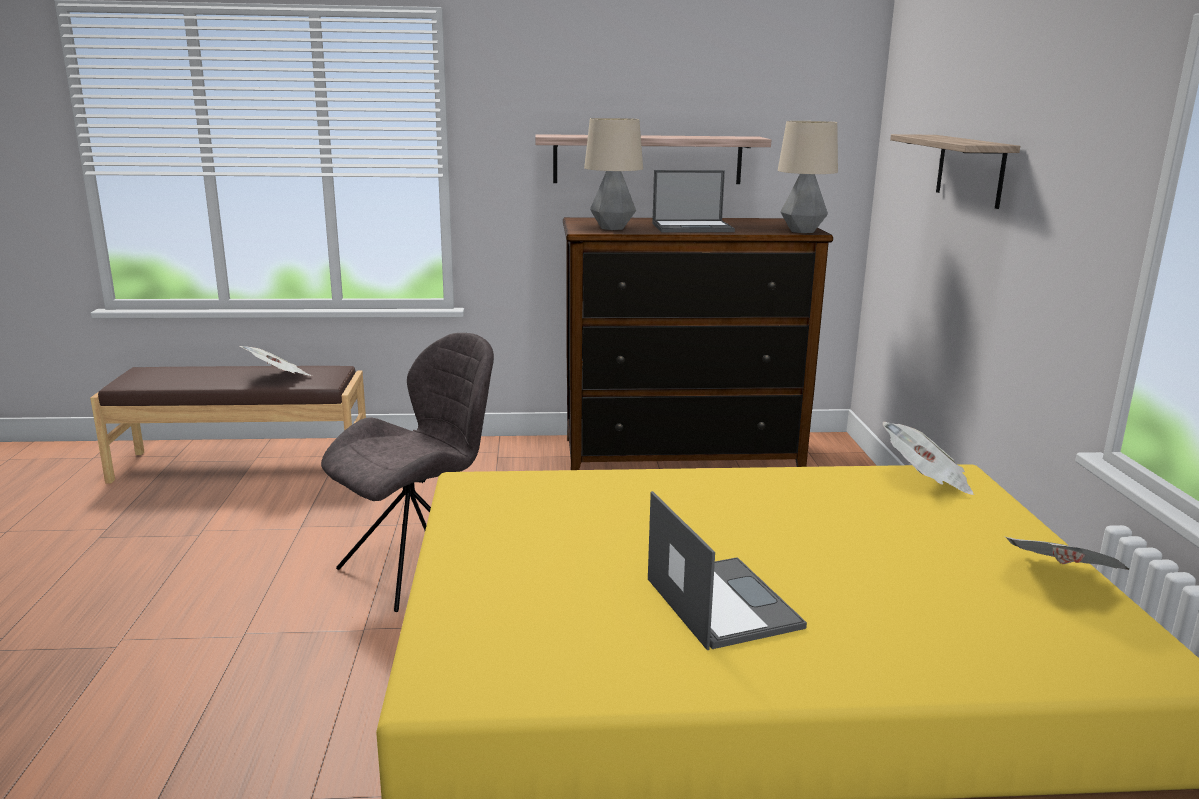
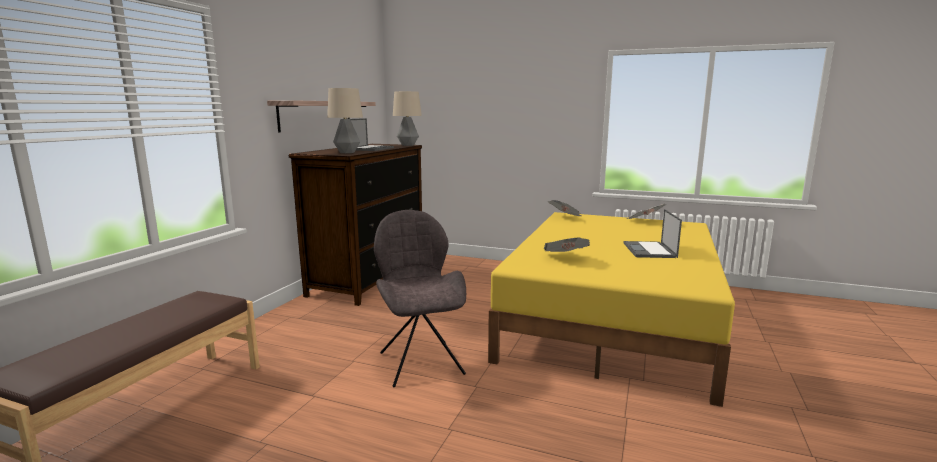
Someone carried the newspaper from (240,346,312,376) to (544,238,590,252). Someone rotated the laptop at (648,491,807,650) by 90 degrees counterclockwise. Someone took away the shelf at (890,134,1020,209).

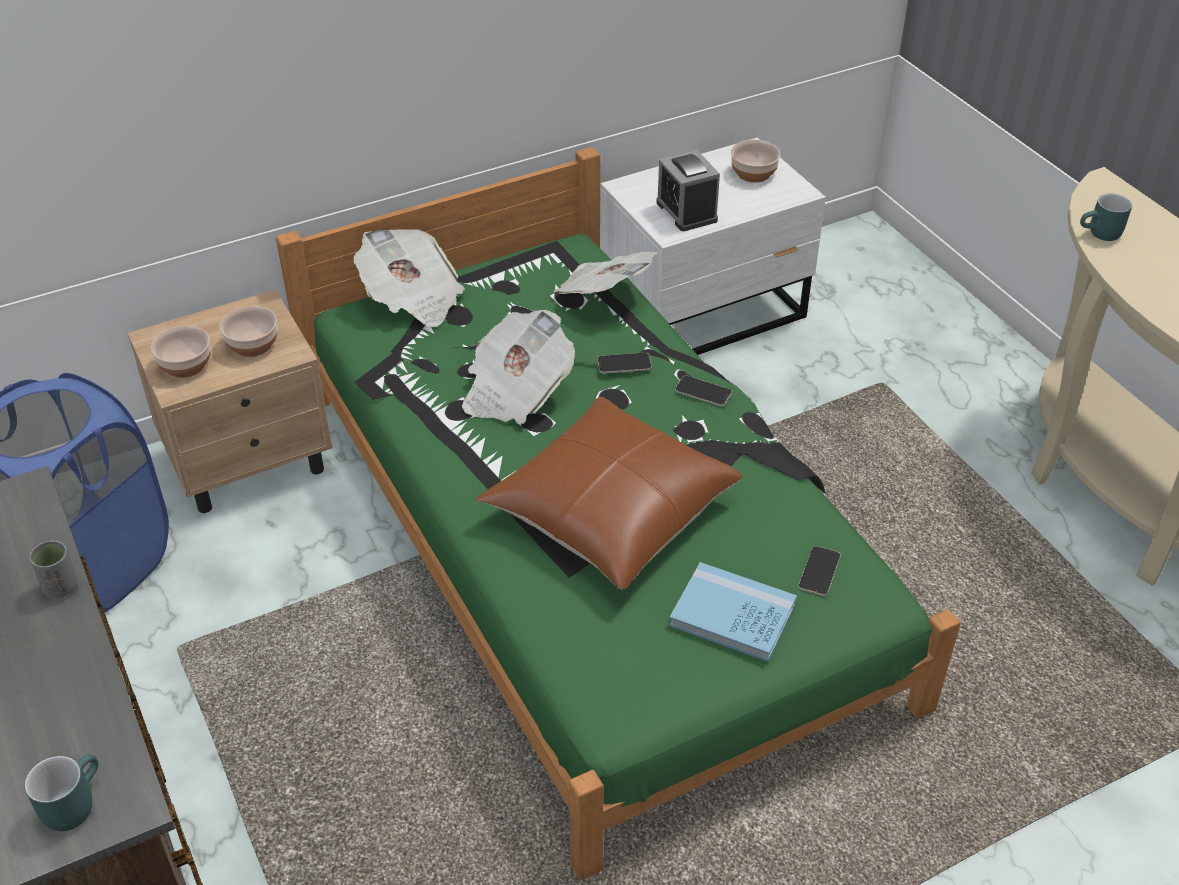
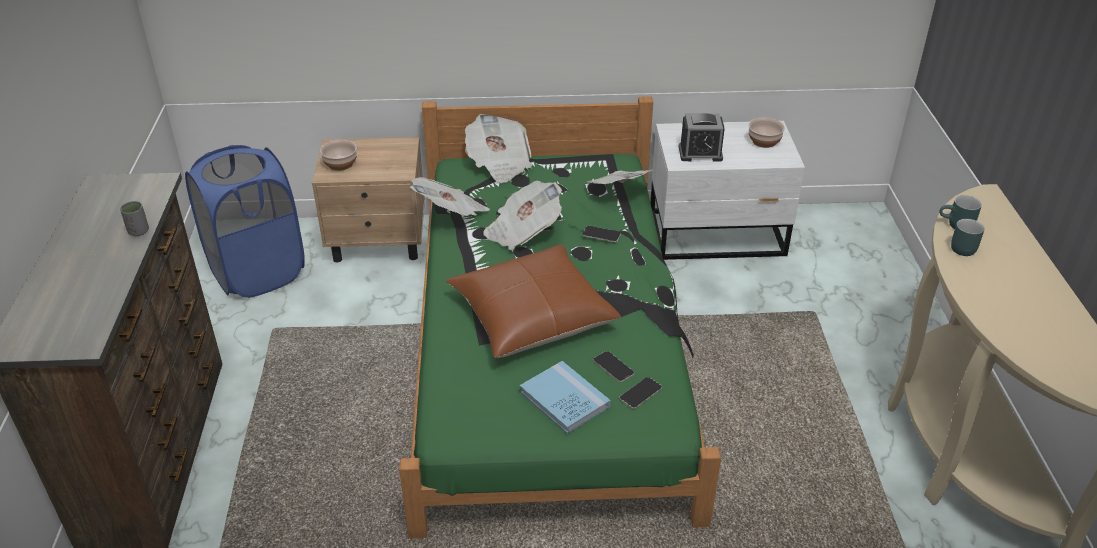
Someone put down the newspaper at (410,177,490,216). Someone carried the phone from (675,376,732,406) to (593,351,634,382). Someone rotated the alarm clock at (656,150,720,231) by 90 degrees counterclockwise. Someone carried the turquoise mug from (24,754,98,831) to (951,219,984,256). Someone took away the bowl at (219,306,277,357).

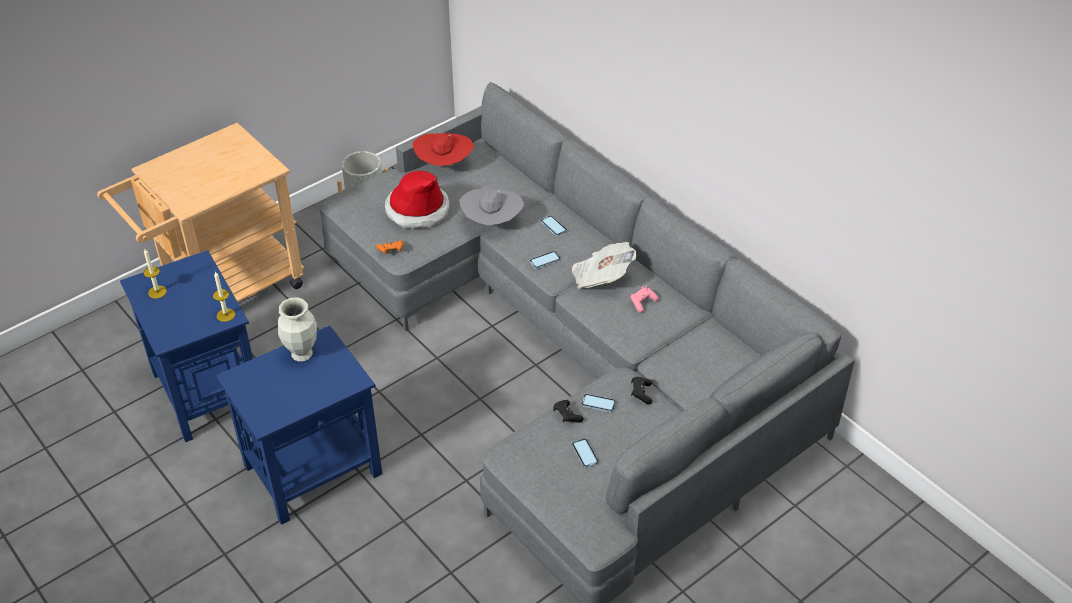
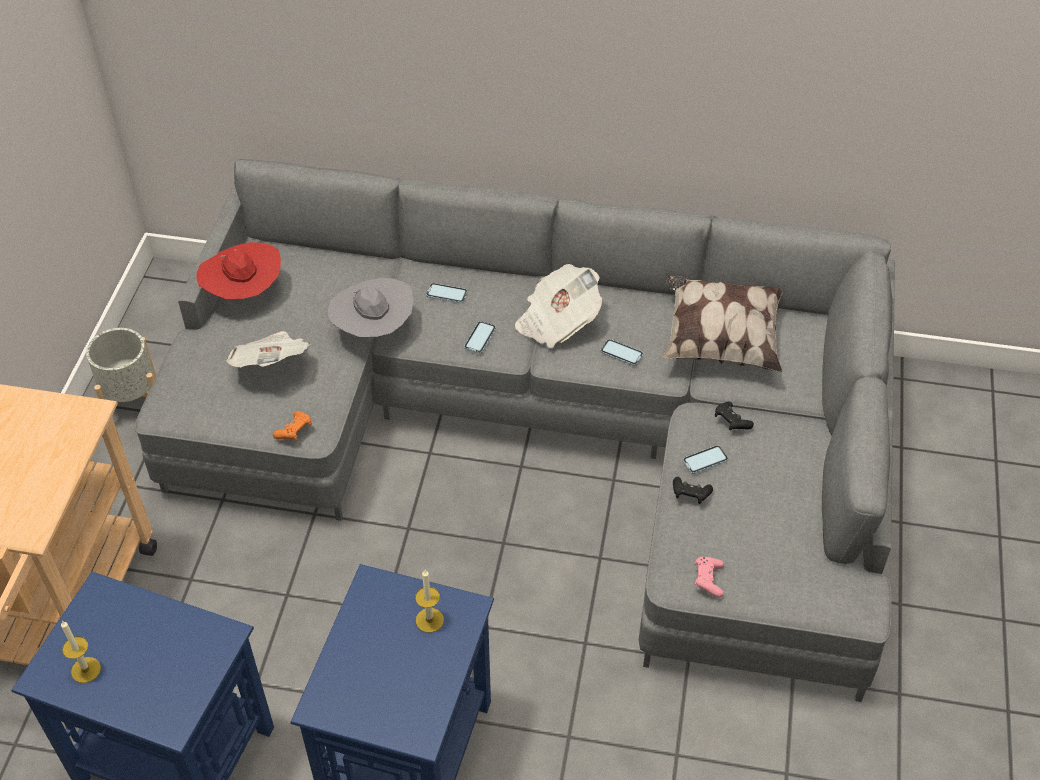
Someone swapped the hat at (385,171,449,229) for the newspaper at (227,331,311,367). Someone carried the candle from (213,271,235,322) to (415,570,444,633). Someone carried the phone from (572,438,599,468) to (600,339,643,366). Someone put down the pillow at (662,276,783,372). Someone carried the pink game controller from (630,286,659,313) to (694,557,724,598). Someone took away the vase at (278,297,317,362).

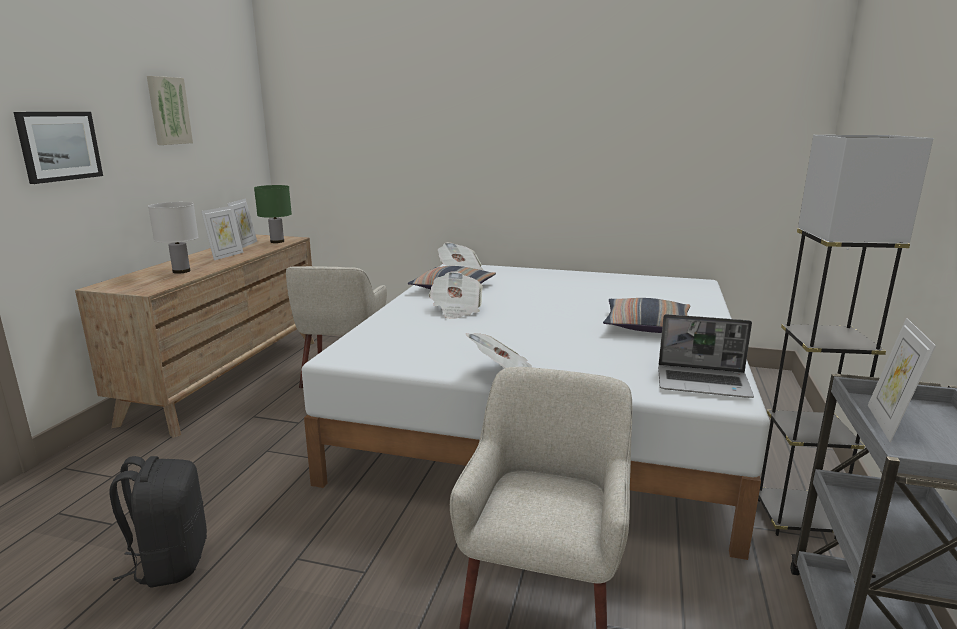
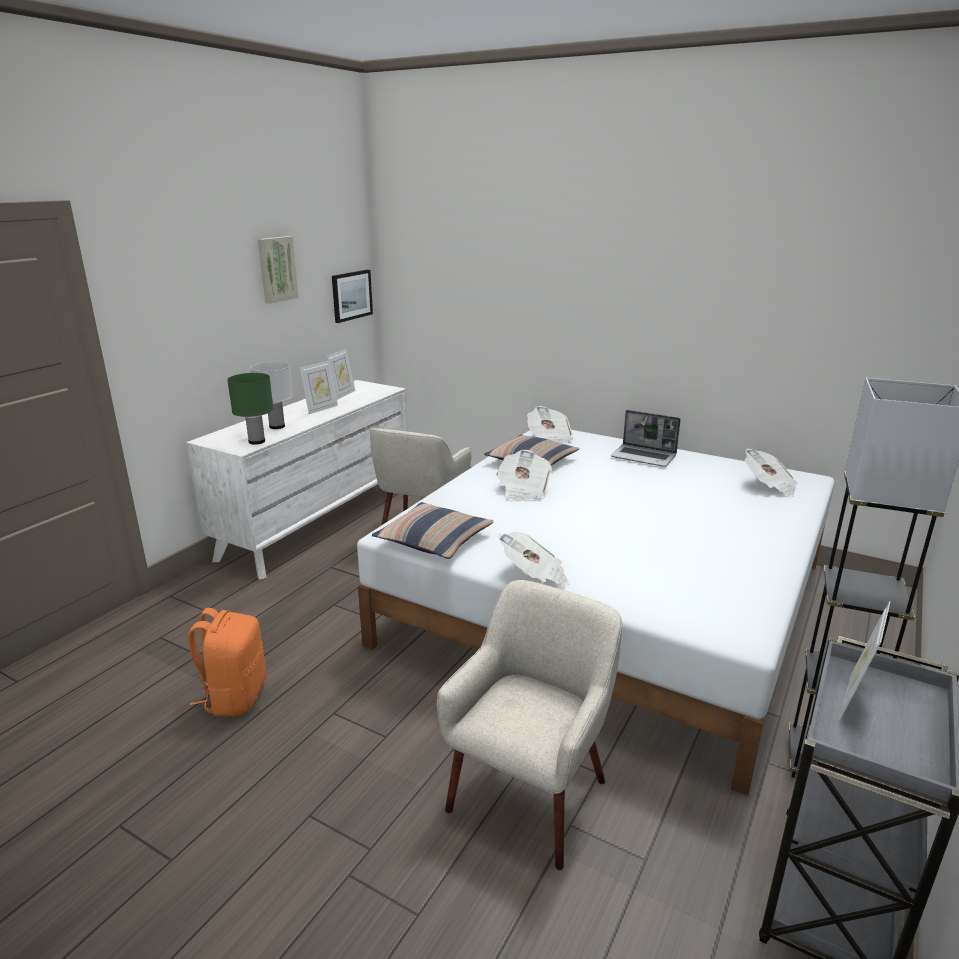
Someone repainted the brown dresser at (75,234,314,438), which became the white dresser at (186,380,408,580). Someone repainted the black backpack at (110,456,207,588), which became the orange backpack at (188,608,266,717). Someone carried the green table lamp from (254,185,292,243) to (227,373,274,444). Someone carried the picture from (14,112,103,184) to (332,270,373,323). Someone carried the pillow from (603,298,691,333) to (372,502,494,559). Someone carried the laptop from (658,314,754,398) to (611,410,681,467). Someone put down the newspaper at (745,448,798,497).

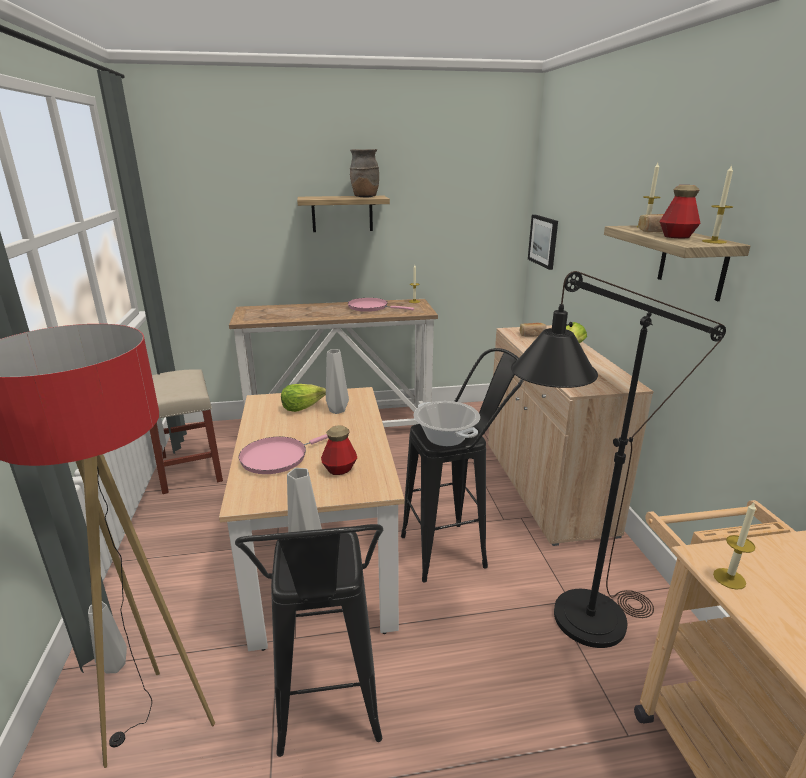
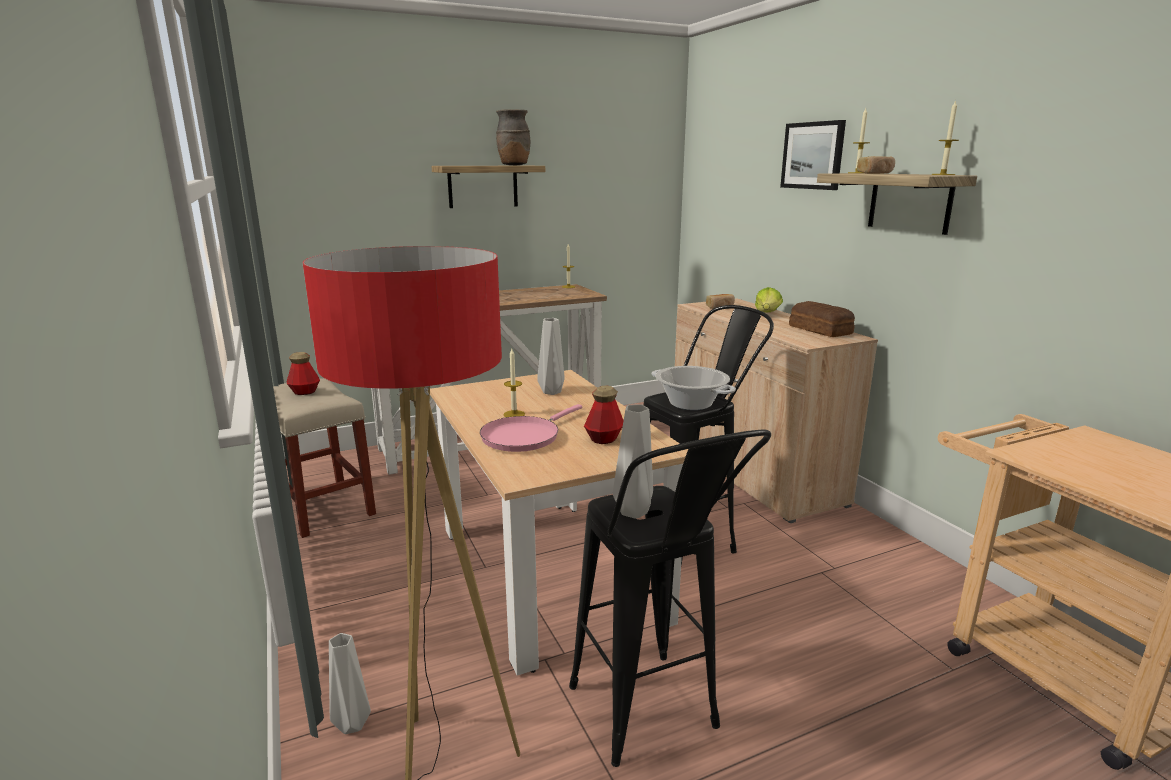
Someone carried the bottle from (660,185,701,238) to (287,352,320,395). Someone carried the candle from (713,502,756,590) to (504,349,525,417). Someone carried the picture from (528,214,558,270) to (780,120,846,190). Someone put down the bread at (789,301,855,337). Someone took away the lettuce at (281,384,326,412). Someone took away the pink frying pan at (348,298,414,312). Someone took away the black floor lamp at (511,271,726,648).

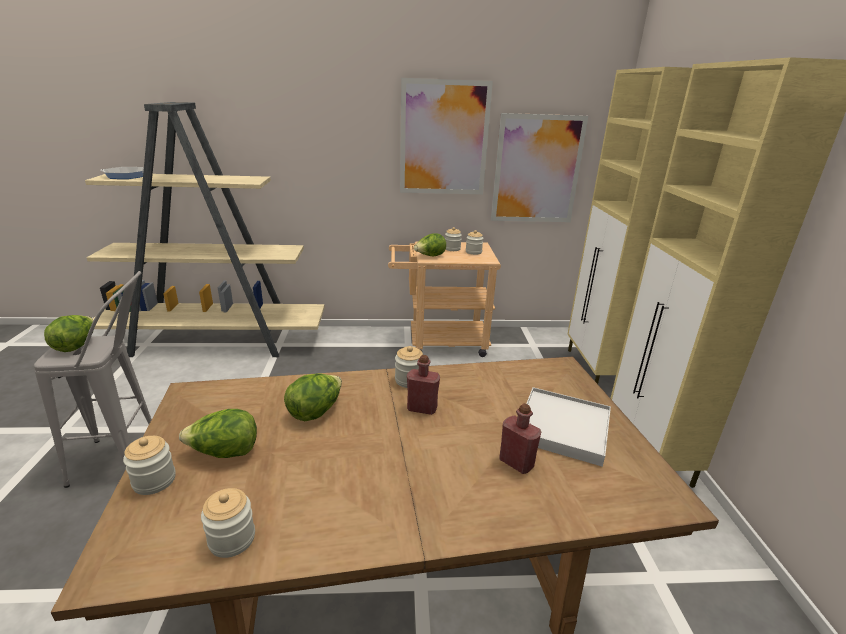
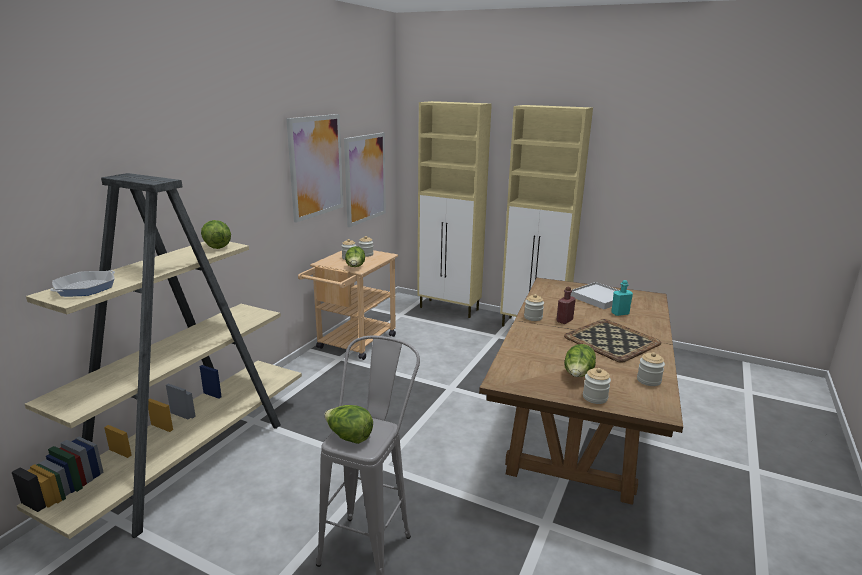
Someone carried the lettuce from (284,373,342,421) to (201,220,231,249). Someone put down the tray at (564,319,661,363). Someone repainted the red bottle at (499,403,541,474), which became the turquoise bottle at (611,280,633,316).

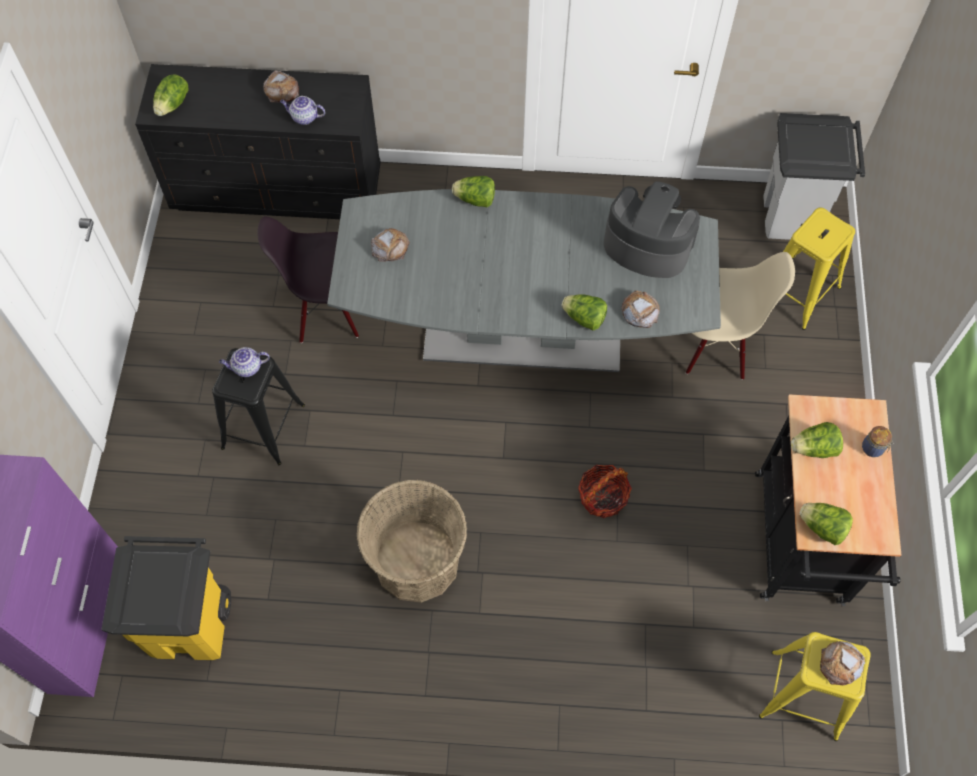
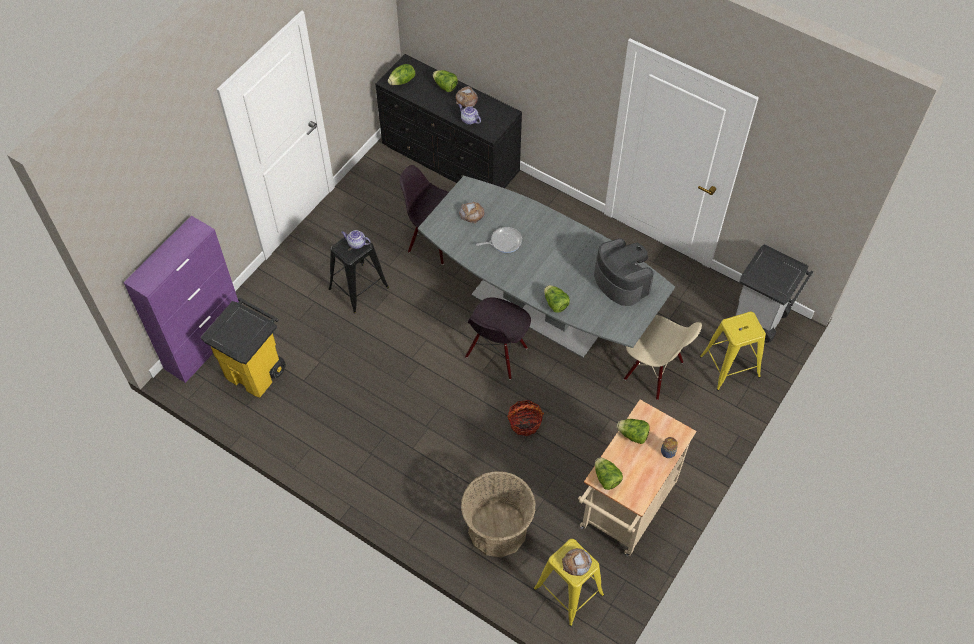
Someone carried the lettuce from (452,176,495,207) to (433,70,458,92). Someone carried the basket from (356,480,467,603) to (461,471,536,557). Someone put down the black chair at (465,298,531,380). Someone put down the frying pan at (476,227,522,253). Someone repainted the black cart at (755,394,901,606), which became the beige cart at (578,400,696,557). Someone took away the bread at (622,290,660,328).

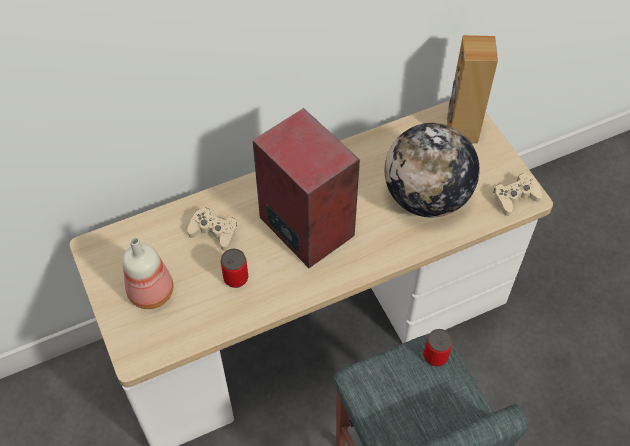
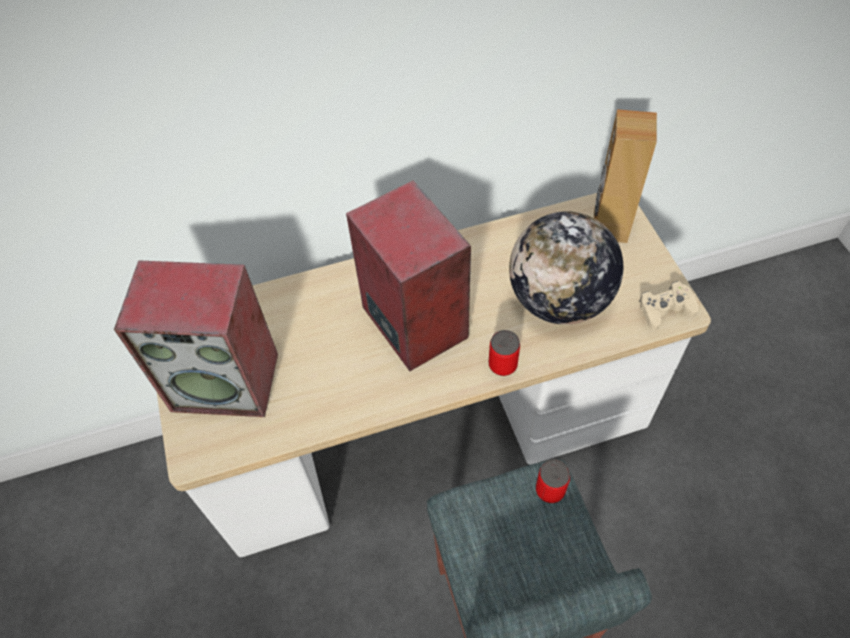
Someone swapped the bottle at (122,237,173,309) for the speaker at (114,260,278,417). Someone carried the can from (221,249,248,288) to (488,330,520,376). Someone took away the beige game controller at (188,207,237,251).

